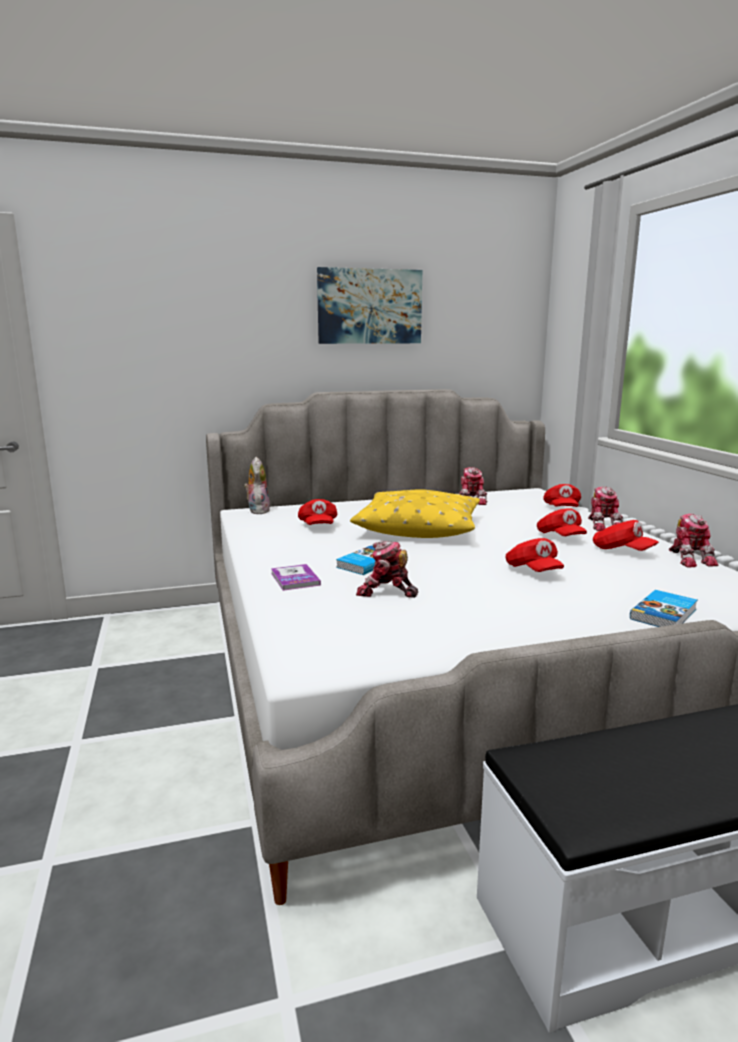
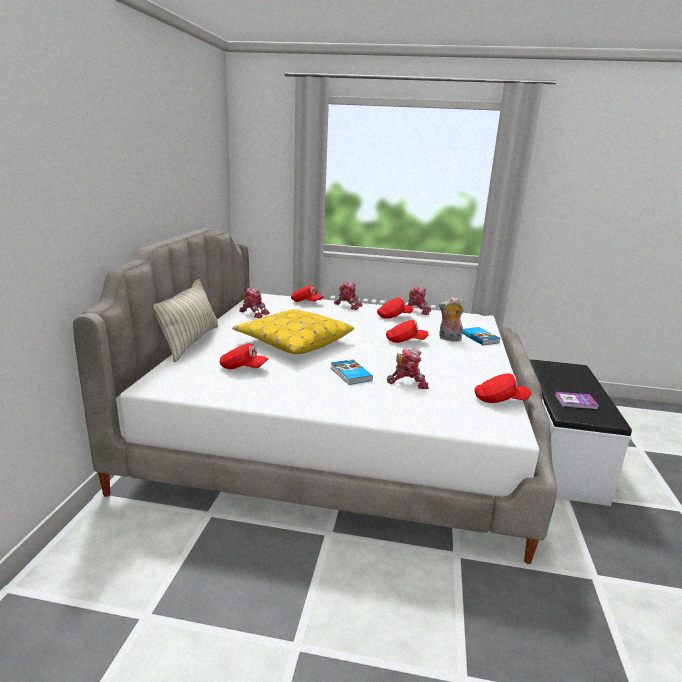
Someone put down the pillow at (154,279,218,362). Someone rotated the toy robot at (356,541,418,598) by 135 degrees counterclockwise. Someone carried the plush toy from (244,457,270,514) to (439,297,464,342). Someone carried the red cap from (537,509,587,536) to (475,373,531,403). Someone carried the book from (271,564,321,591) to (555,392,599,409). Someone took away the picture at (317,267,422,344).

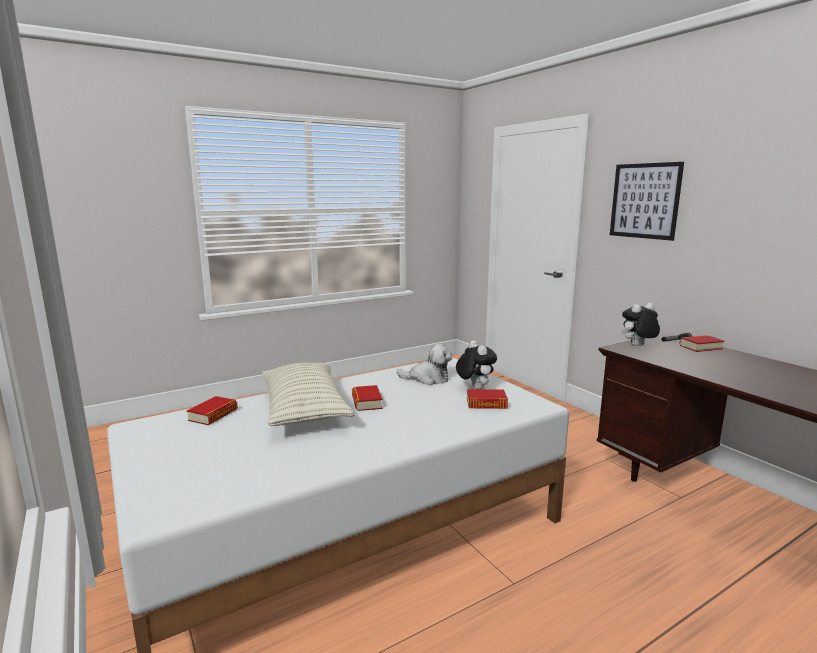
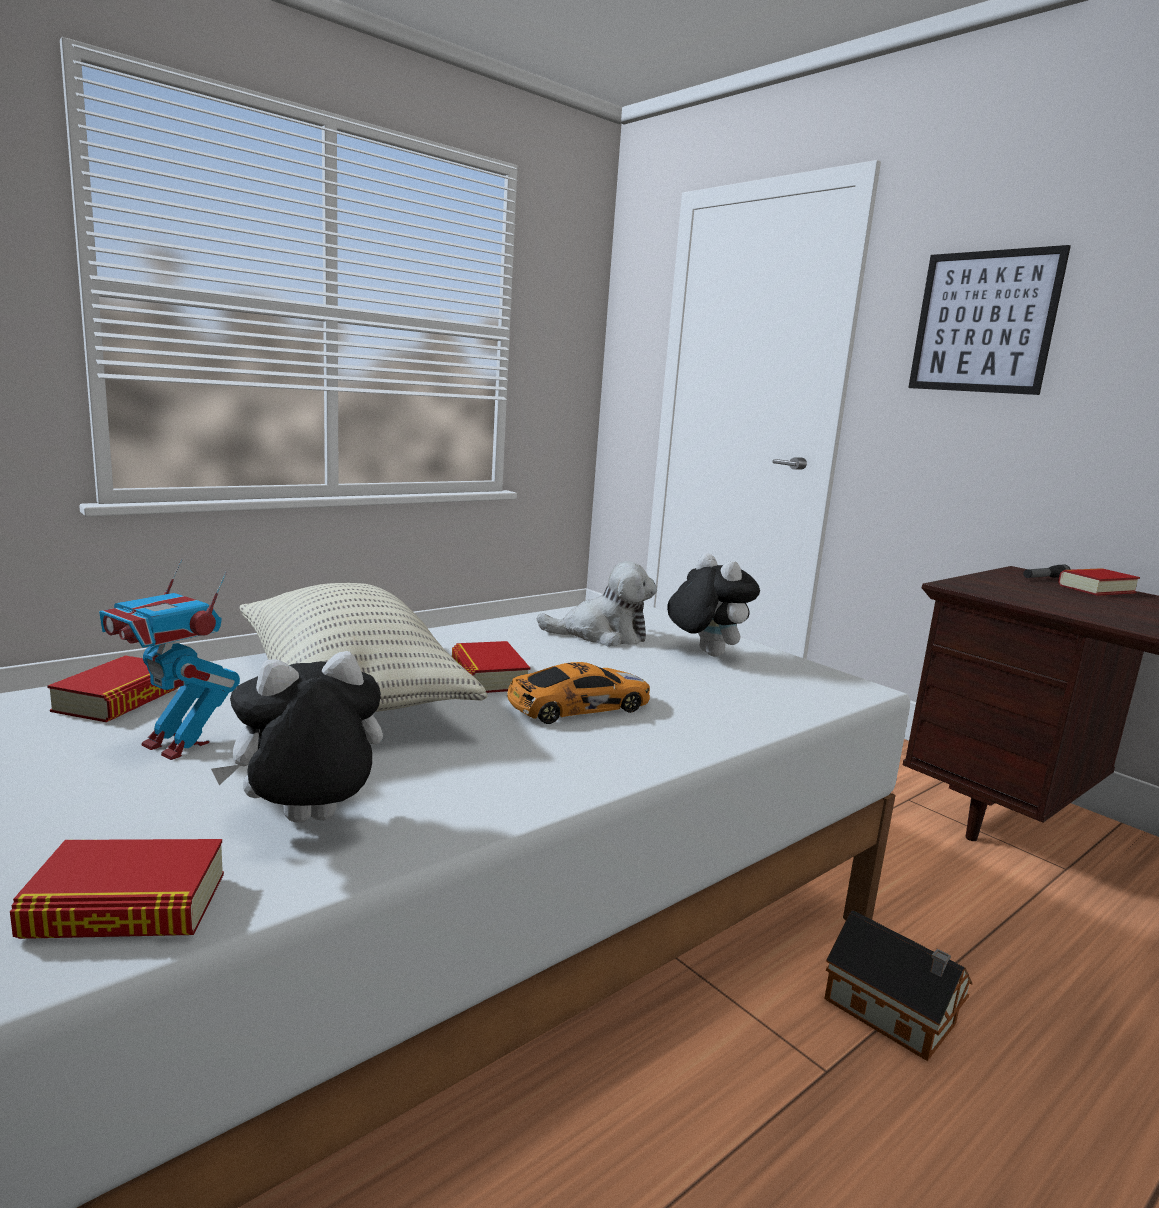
Someone carried the book from (467,389,508,409) to (10,839,224,939). Someone put down the toy robot at (99,559,240,760). Someone carried the plush toy from (622,303,660,346) to (211,651,383,823). Someone put down the toy car at (507,662,650,724). Someone put down the toy house at (824,910,973,1061).

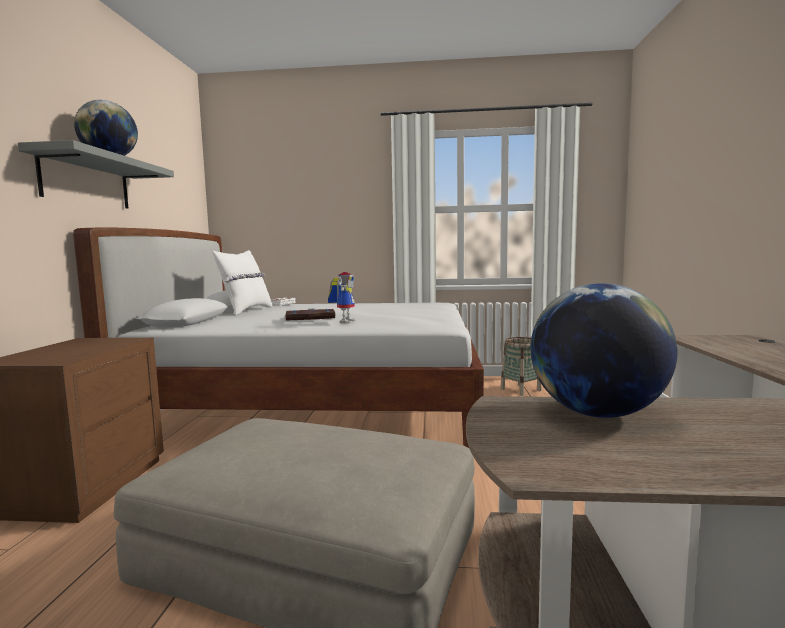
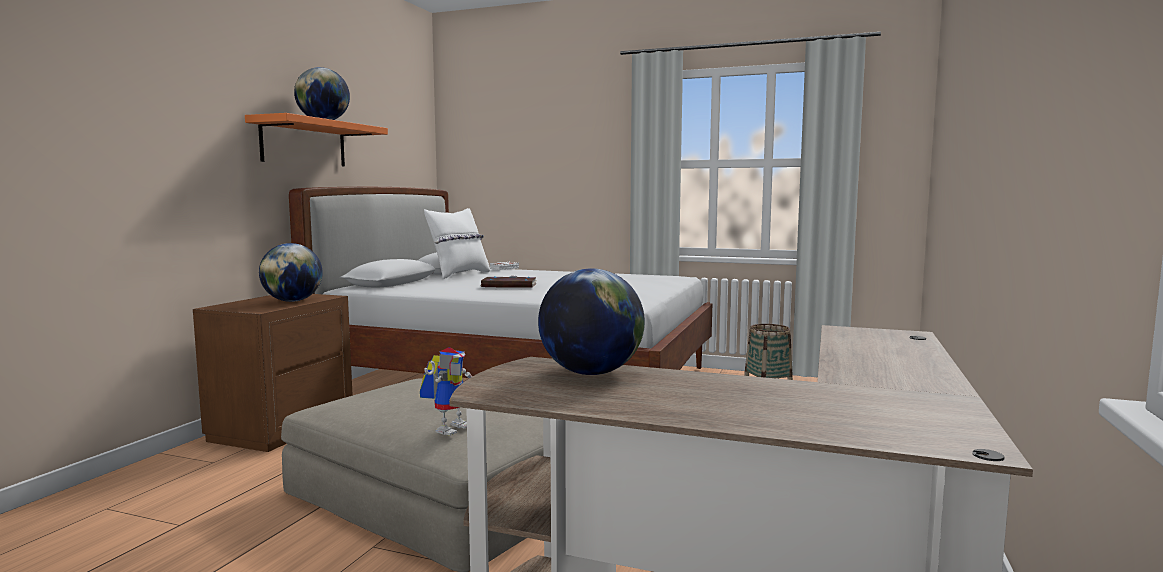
Someone repainted the grey shelf at (18,140,174,209), which became the orange shelf at (245,113,388,166). Someone put down the globe at (259,243,323,302). Someone carried the toy robot from (328,272,356,323) to (420,347,472,436).

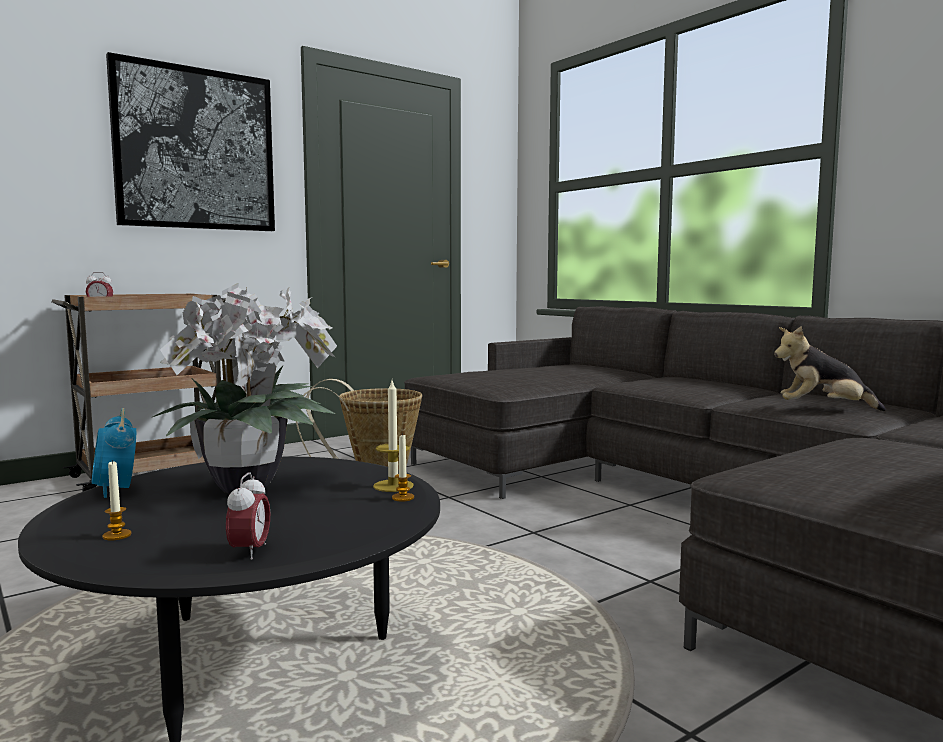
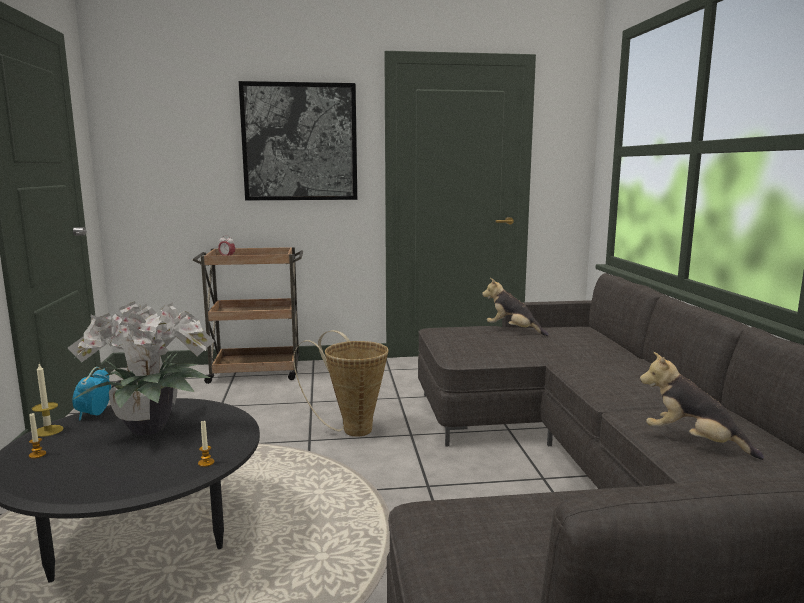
Someone carried the candle from (373,381,414,492) to (32,364,63,437). Someone put down the plush toy at (482,278,549,336). Someone took away the alarm clock at (226,472,270,560).

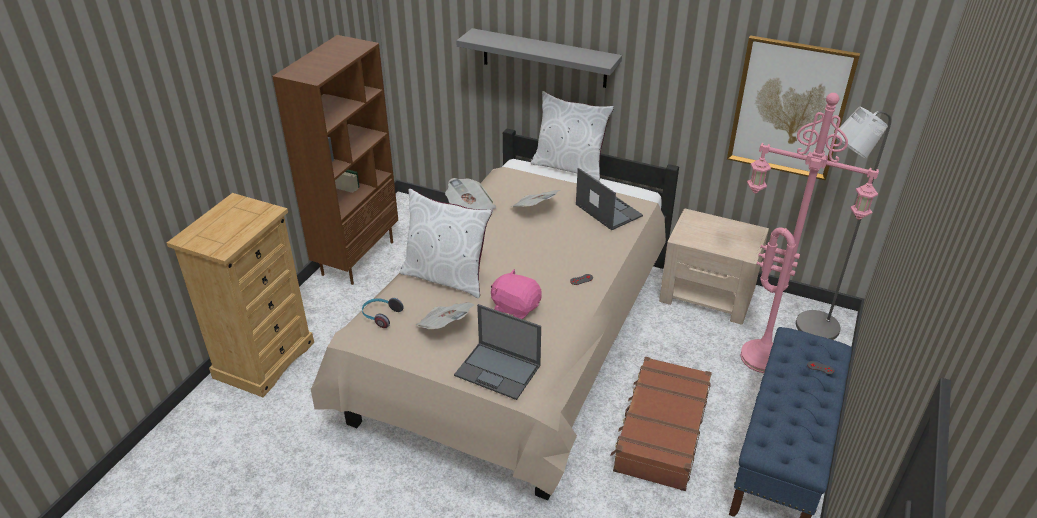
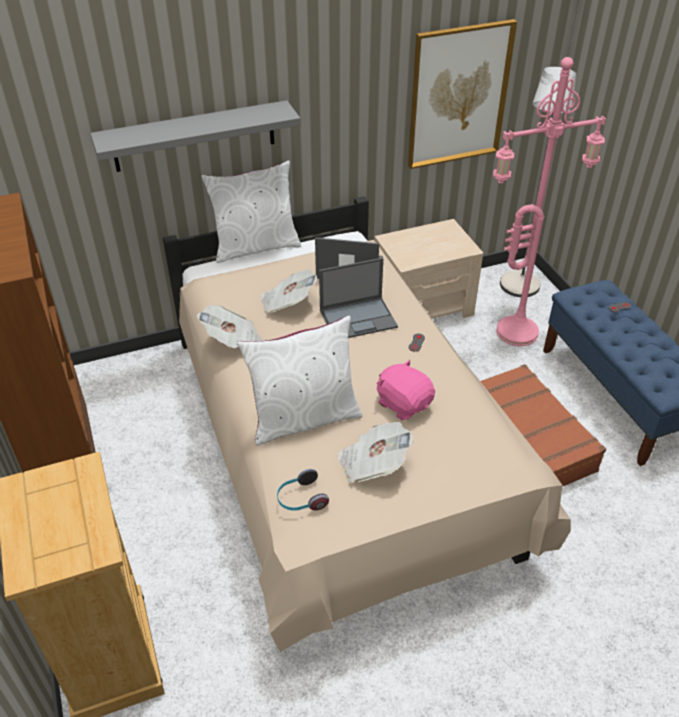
Someone carried the laptop from (454,304,541,400) to (319,258,398,338). Someone rotated the pink plush toy at (491,269,542,319) by 60 degrees clockwise.

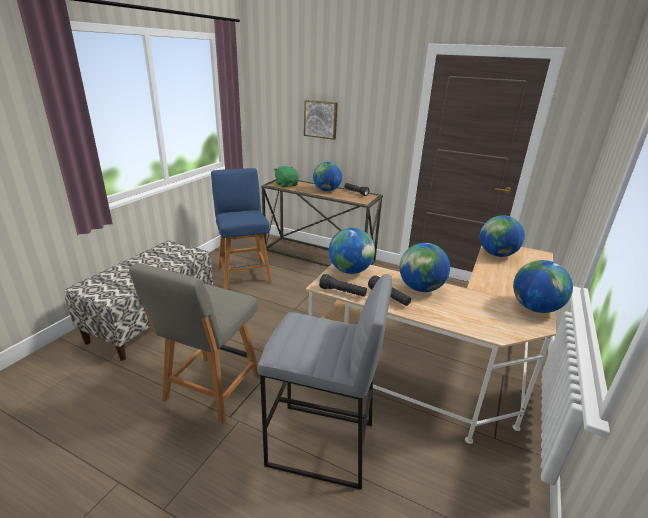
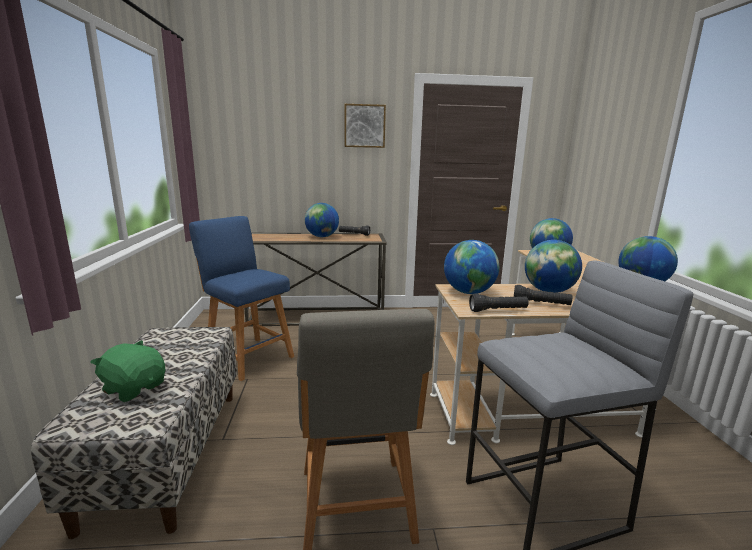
Someone carried the green plush toy from (274,166,299,188) to (90,340,165,402). Someone carried the picture from (304,100,338,140) to (345,104,386,148).

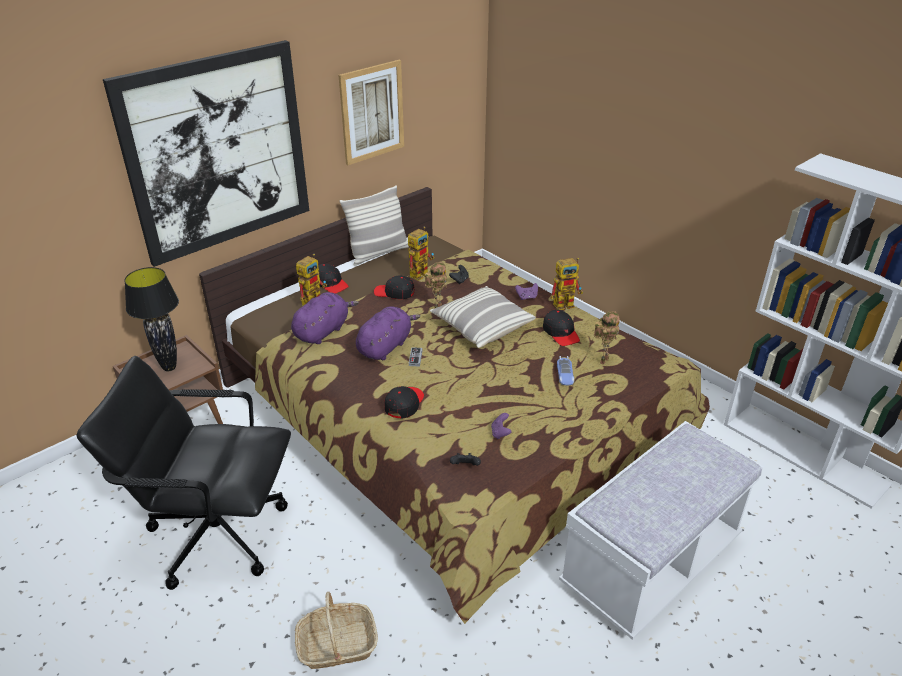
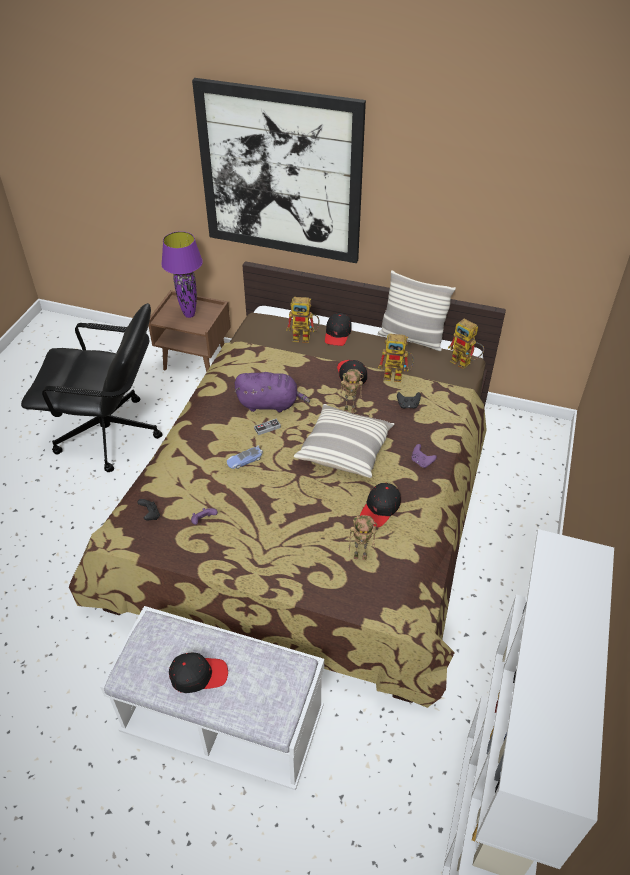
Someone rotated the black office chair at (76,356,291,590) by 120 degrees clockwise. Someone repainted the black table lamp at (124,267,179,371), which became the purple table lamp at (161,231,203,318). Someone carried the black cap from (384,386,424,419) to (169,653,228,693). Someone carried the toy car from (557,356,574,385) to (227,445,263,469). Someone carried the toy robot from (550,257,583,310) to (448,318,484,369). Someone took away the purple plush toy at (291,292,359,344). Someone took away the basket at (295,592,378,669). Someone took away the picture at (338,60,404,165).

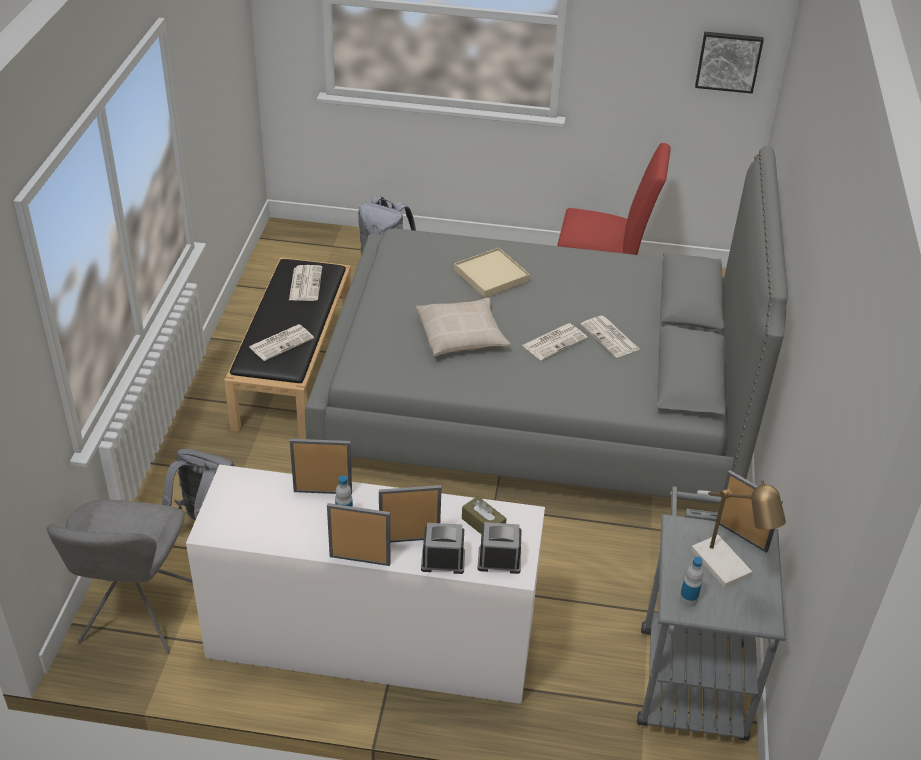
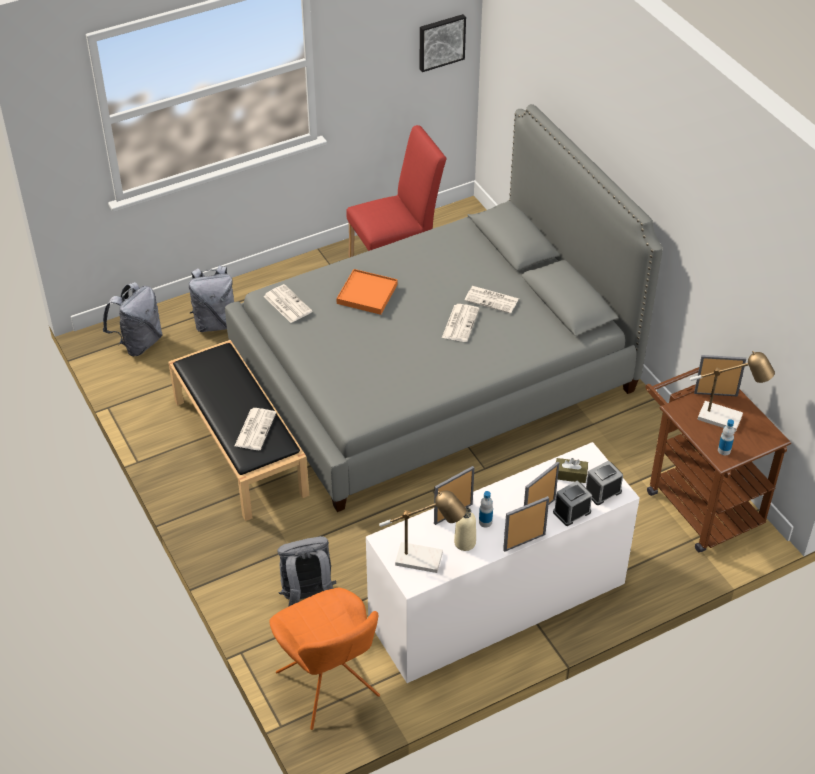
Someone put down the grey backpack at (103,282,163,356). Someone carried the newspaper from (289,265,322,301) to (264,284,312,323). Someone repainted the grey chair at (47,500,193,653), which became the orange chair at (270,587,380,730). Someone repainted the beige tray at (454,248,530,298), which became the orange tray at (336,269,397,315). Someone put down the table lamp at (379,490,466,573). Someone put down the beige bottle at (454,507,476,551). Someone repainted the grey cart at (637,486,785,741), which became the brown cart at (646,367,791,552). Someone took away the beige pillow at (416,297,511,356).

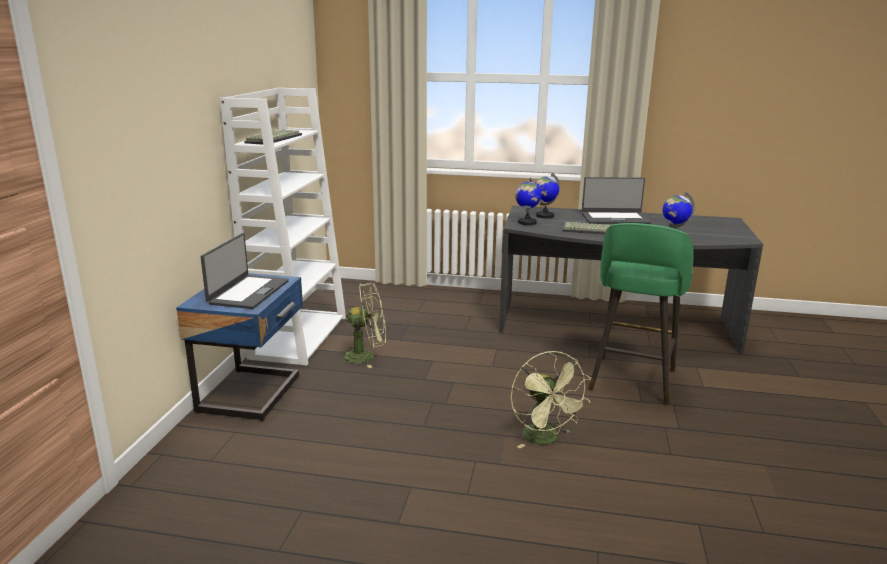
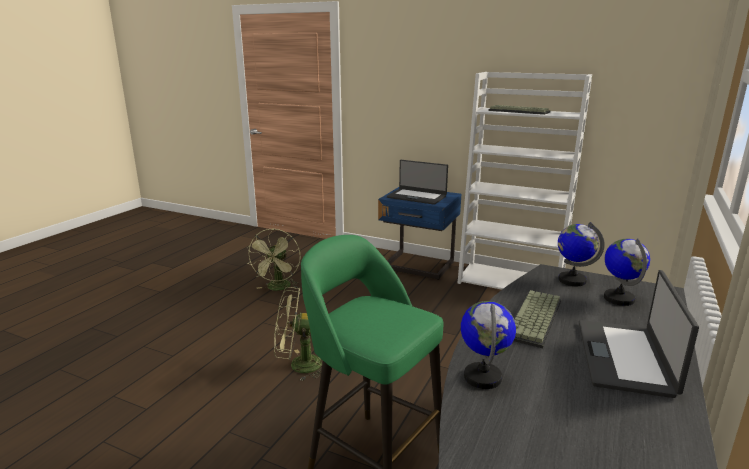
Someone carried the green fan from (336,283,386,368) to (247,228,300,291).

